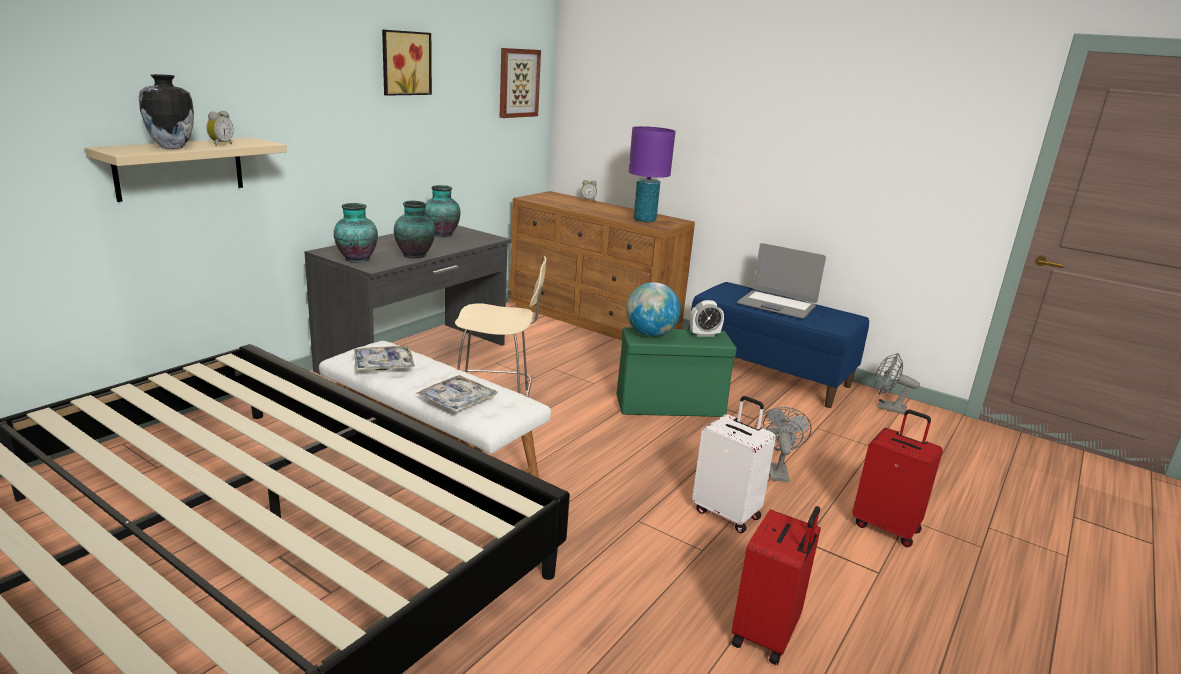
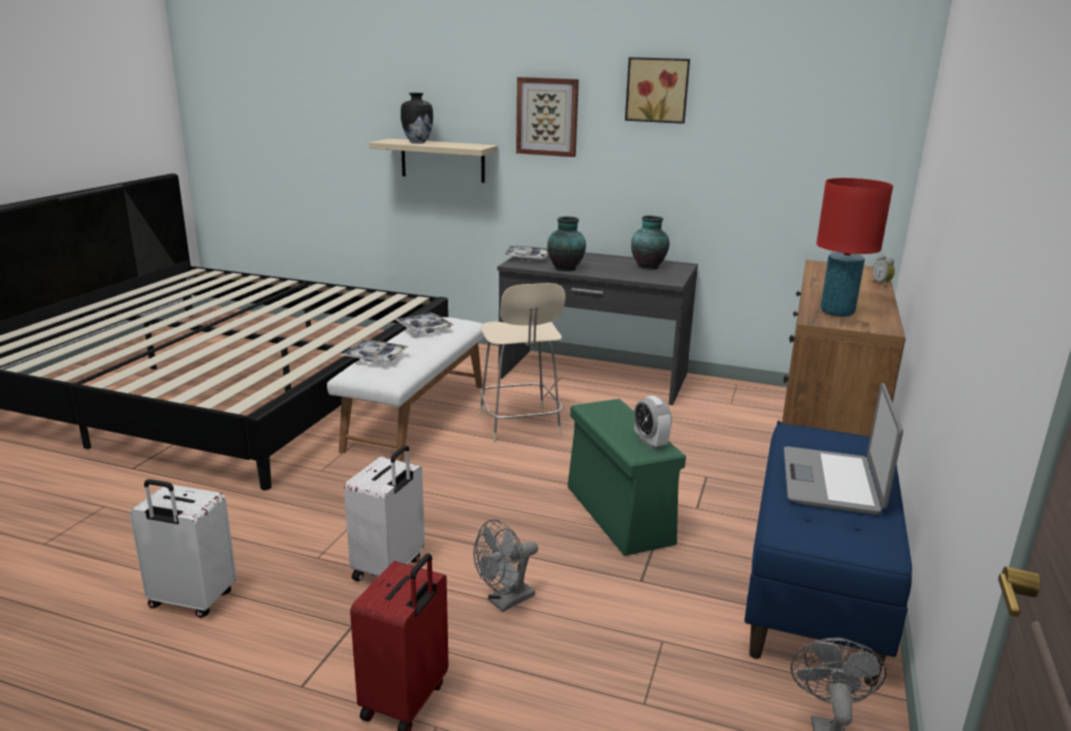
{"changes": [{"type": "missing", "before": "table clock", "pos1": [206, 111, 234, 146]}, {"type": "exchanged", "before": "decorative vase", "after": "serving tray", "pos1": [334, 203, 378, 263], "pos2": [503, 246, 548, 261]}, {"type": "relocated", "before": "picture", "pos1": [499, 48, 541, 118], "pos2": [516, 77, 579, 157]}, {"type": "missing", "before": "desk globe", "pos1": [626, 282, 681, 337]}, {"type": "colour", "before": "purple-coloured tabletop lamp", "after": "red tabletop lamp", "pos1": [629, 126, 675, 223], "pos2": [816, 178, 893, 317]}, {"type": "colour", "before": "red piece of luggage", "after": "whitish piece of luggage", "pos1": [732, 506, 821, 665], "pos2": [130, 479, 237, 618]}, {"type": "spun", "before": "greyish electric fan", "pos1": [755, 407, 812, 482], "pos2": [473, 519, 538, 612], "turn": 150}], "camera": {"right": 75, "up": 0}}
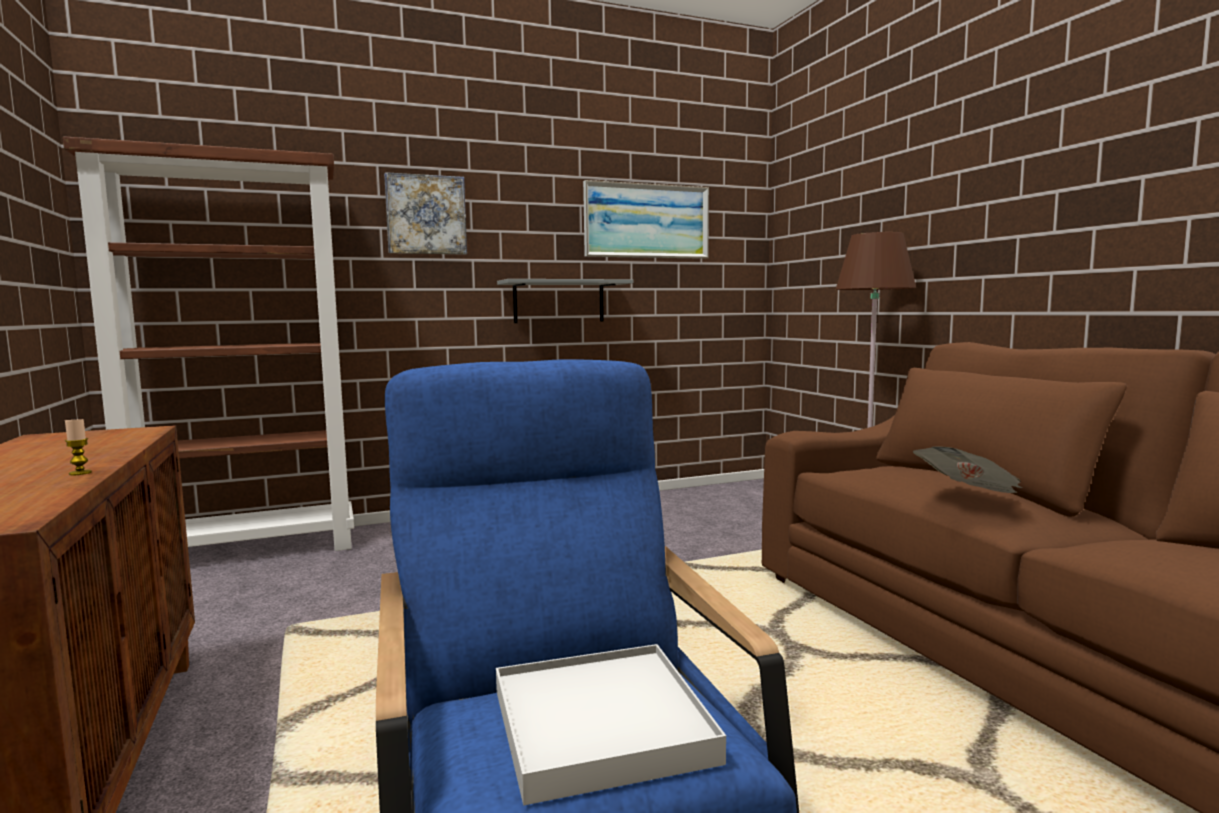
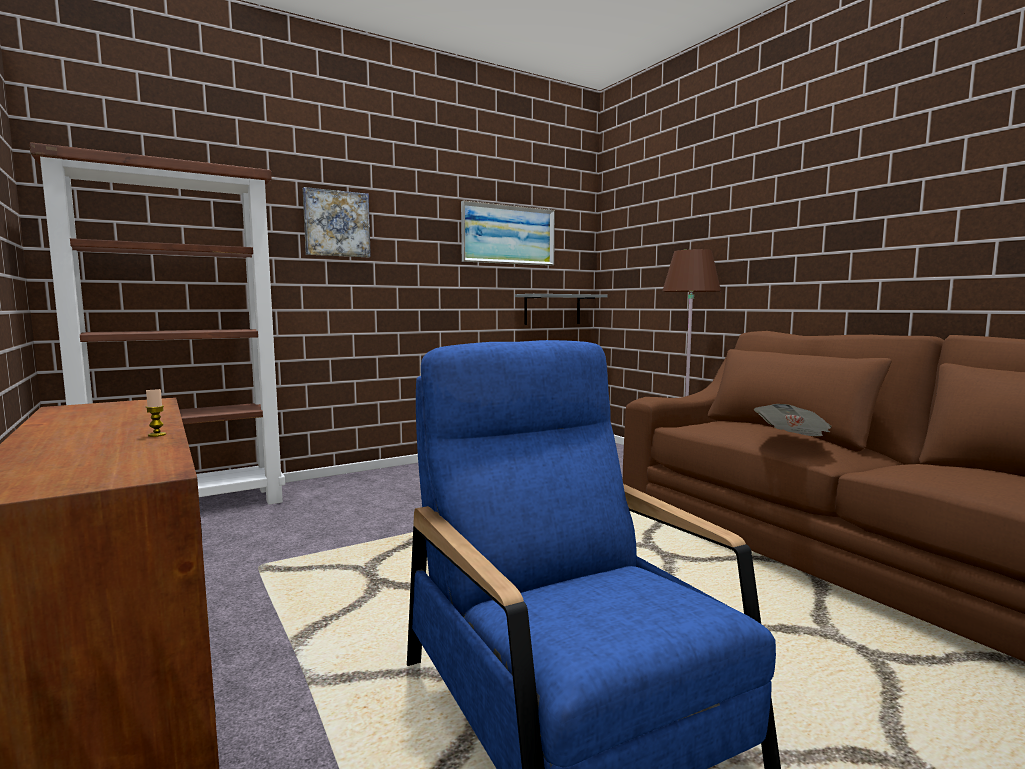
{"changes": [{"type": "missing", "before": "whitish serving tray", "pos1": [496, 644, 726, 805]}, {"type": "relocated", "before": "greyish bracket shelf", "pos1": [497, 279, 633, 323], "pos2": [515, 294, 608, 325]}], "camera": {"right": -10, "up": 0}}
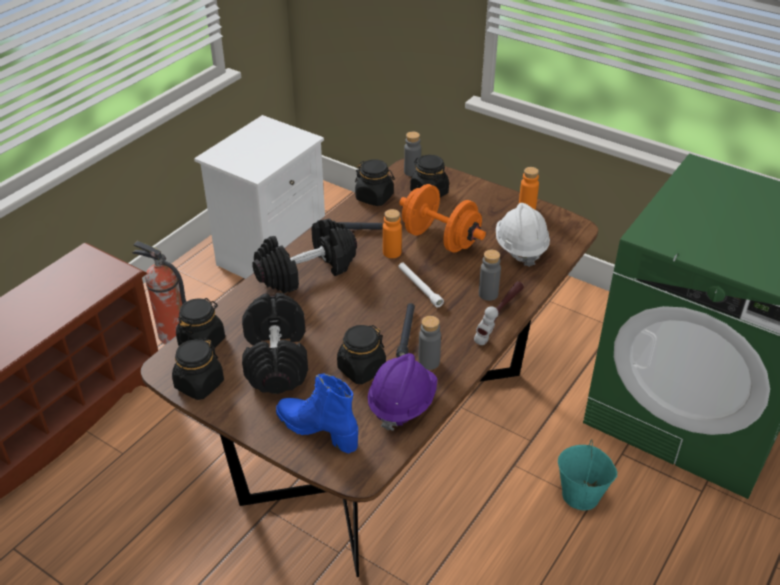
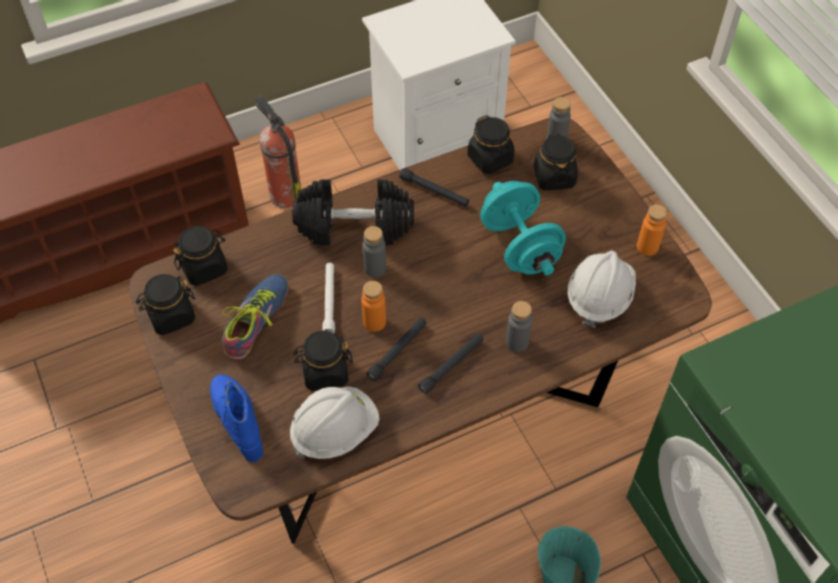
{"changes": [{"type": "exchanged", "before": "black-coloured hand weight", "after": "shoe", "pos1": [242, 293, 308, 394], "pos2": [222, 274, 288, 360]}, {"type": "colour", "before": "purple-coloured hard hat", "after": "whitish hard hat", "pos1": [367, 353, 437, 431], "pos2": [290, 386, 380, 459]}, {"type": "relocated", "before": "orangey beverage bottle", "pos1": [383, 209, 402, 258], "pos2": [361, 281, 386, 332]}, {"type": "relocated", "before": "whitish torch", "pos1": [398, 263, 444, 308], "pos2": [322, 263, 335, 334]}, {"type": "colour", "before": "orangey hand weight", "after": "turquoise hand weight", "pos1": [399, 184, 486, 253], "pos2": [480, 181, 566, 275]}, {"type": "relocated", "before": "greyish beverage bottle", "pos1": [418, 316, 441, 370], "pos2": [363, 226, 386, 277]}, {"type": "missing", "before": "hand hammer", "pos1": [474, 281, 524, 345]}, {"type": "appeared", "after": "black-coloured torch", "pos2": [418, 334, 483, 394]}], "camera": {"right": 30, "up": 15}}
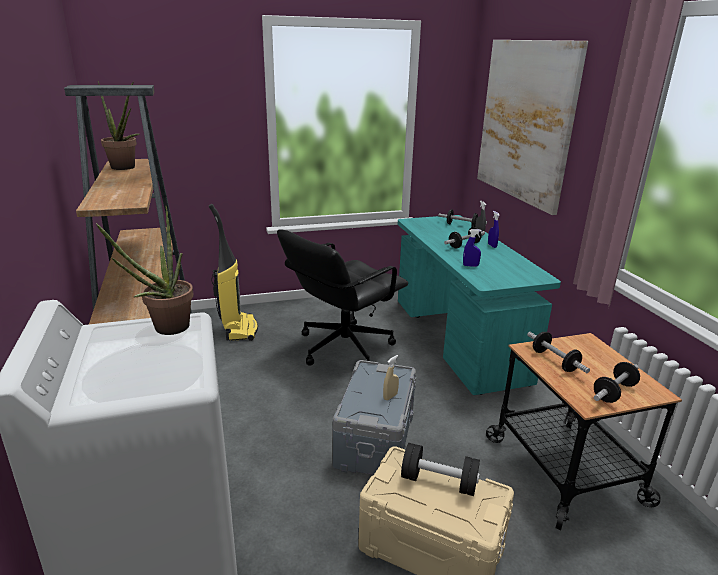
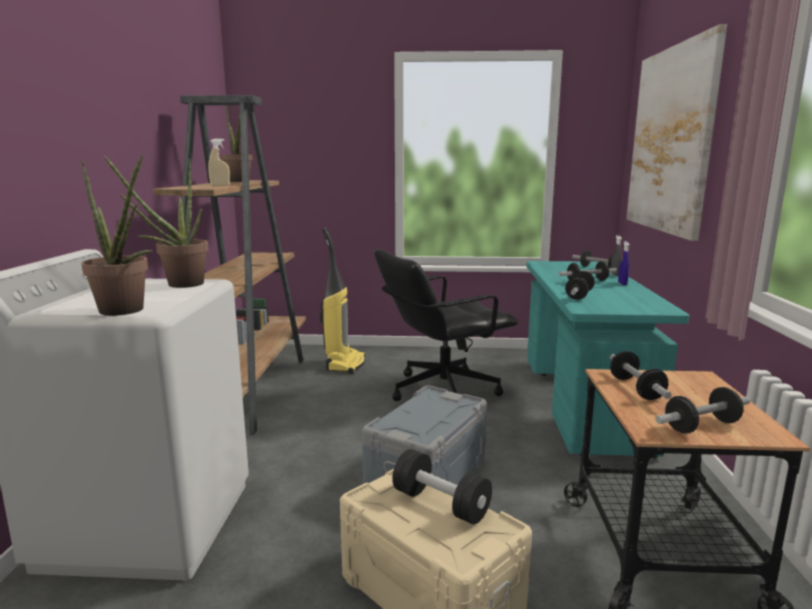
{"changes": [{"type": "relocated", "before": "beige-coloured sprayer", "pos1": [383, 355, 399, 400], "pos2": [208, 139, 230, 186]}, {"type": "exchanged", "before": "bluish sprayer", "after": "hand weight", "pos1": [463, 229, 482, 267], "pos2": [565, 271, 595, 300]}, {"type": "appeared", "after": "potted plant", "pos2": [81, 155, 153, 316]}], "camera": {"right": 20, "up": -10}}
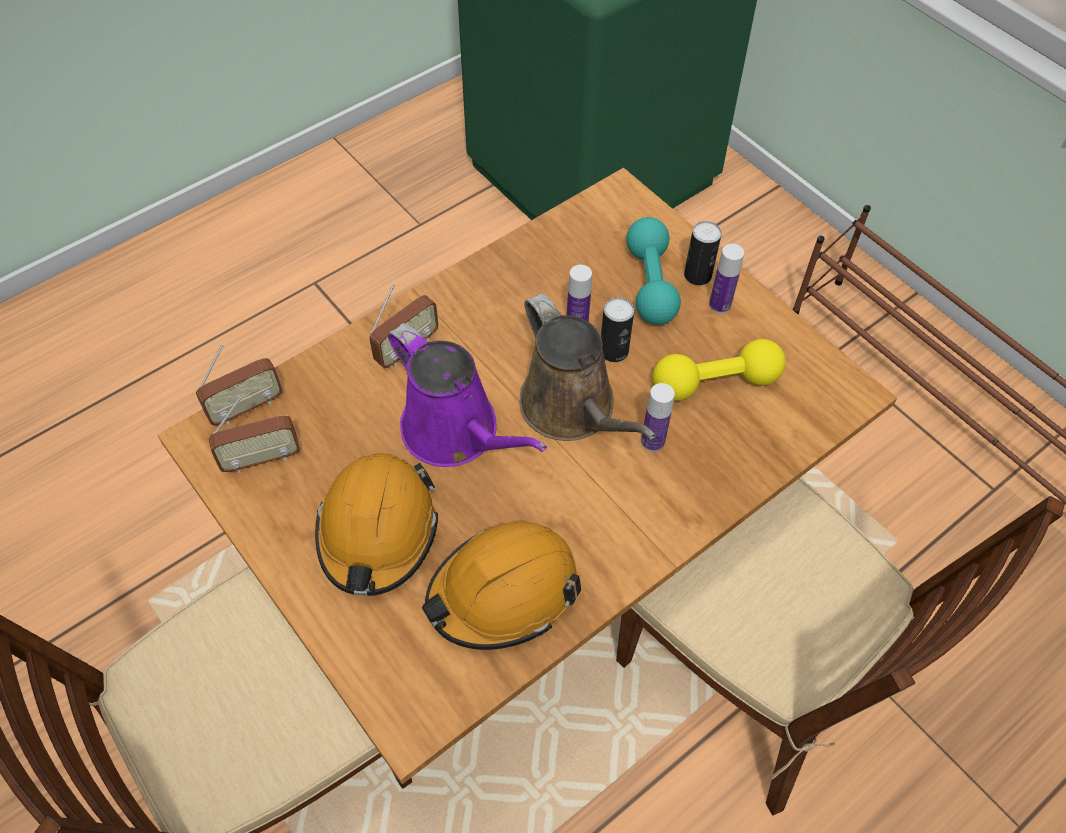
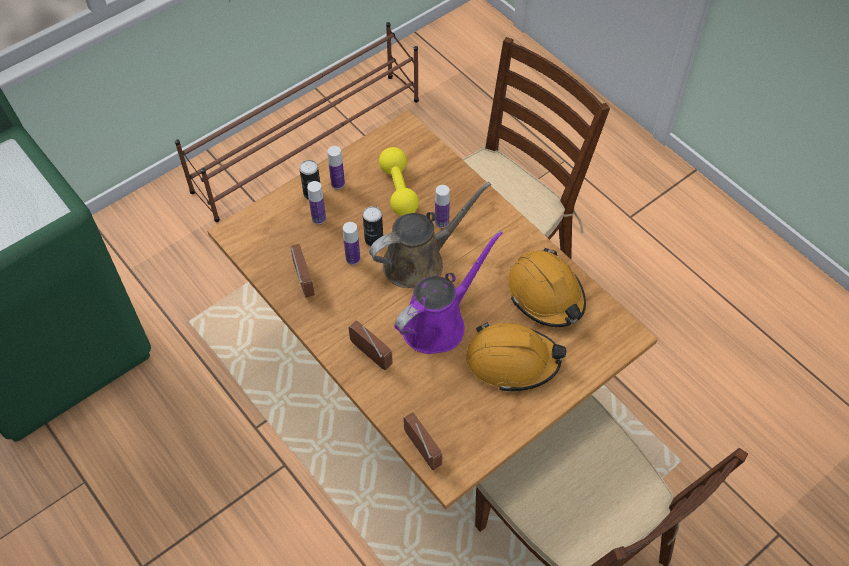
{"changes": [{"type": "relocated", "before": "radio set", "pos1": [209, 397, 300, 473], "pos2": [290, 244, 315, 298]}, {"type": "exchanged", "before": "turquoise hand weight", "after": "beverage bottle", "pos1": [626, 217, 681, 325], "pos2": [307, 181, 326, 224]}], "camera": {"right": -90, "up": 0}}
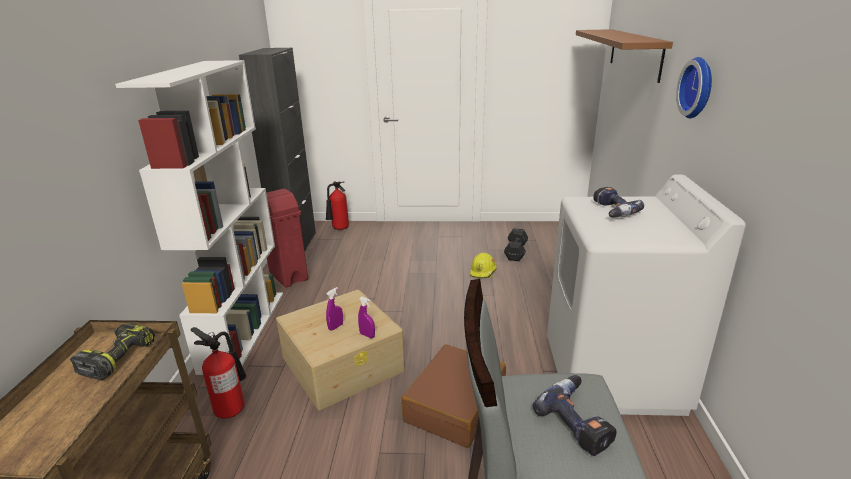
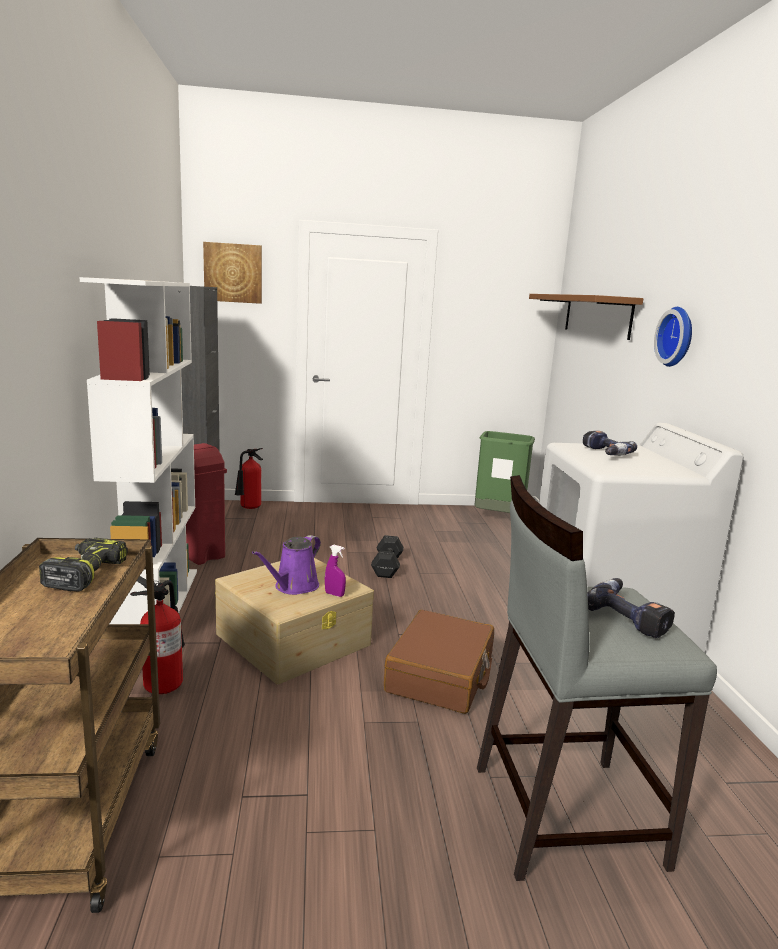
{"changes": [{"type": "exchanged", "before": "purple-coloured sprayer", "after": "purple-coloured watering can", "pos1": [326, 287, 343, 331], "pos2": [252, 535, 321, 595]}, {"type": "missing", "before": "yellow-coloured hard hat", "pos1": [470, 252, 497, 278]}, {"type": "relocated", "before": "black-coloured hand weight", "pos1": [504, 228, 528, 261], "pos2": [371, 535, 404, 578]}, {"type": "appeared", "after": "picture", "pos2": [203, 242, 262, 304]}, {"type": "appeared", "after": "green-coloured waste bin", "pos2": [474, 431, 535, 513]}], "camera": {"right": -10, "up": -10}}
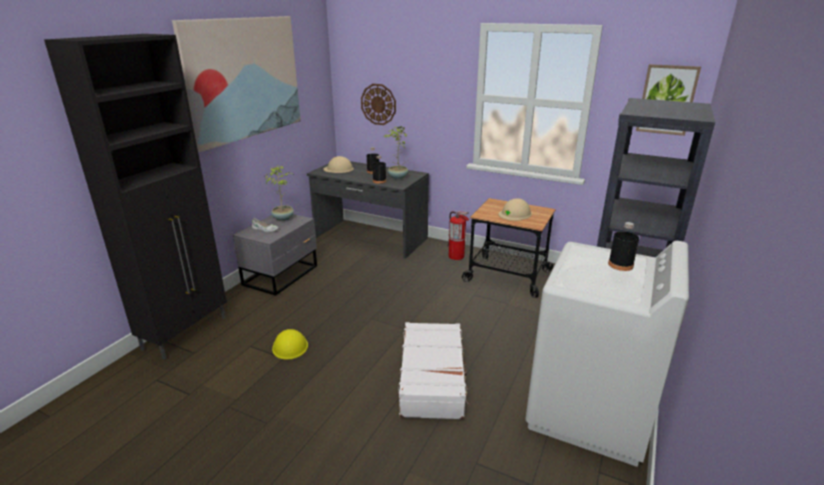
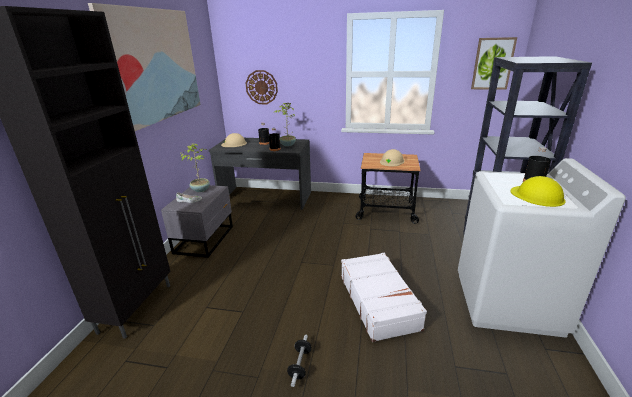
{"changes": [{"type": "relocated", "before": "yellow-coloured hard hat", "pos1": [272, 329, 308, 360], "pos2": [511, 176, 565, 207]}, {"type": "missing", "before": "extinguisher", "pos1": [447, 211, 469, 260]}, {"type": "appeared", "after": "hand weight", "pos2": [287, 335, 312, 387]}], "camera": {"right": -15, "up": 0}}
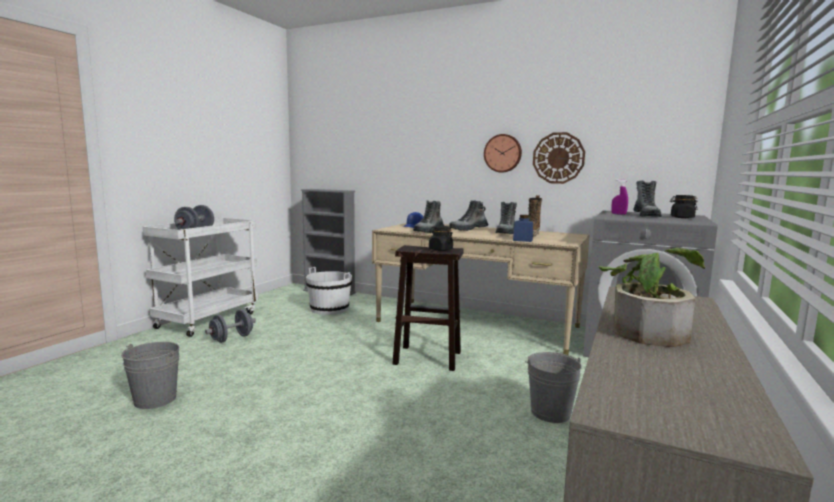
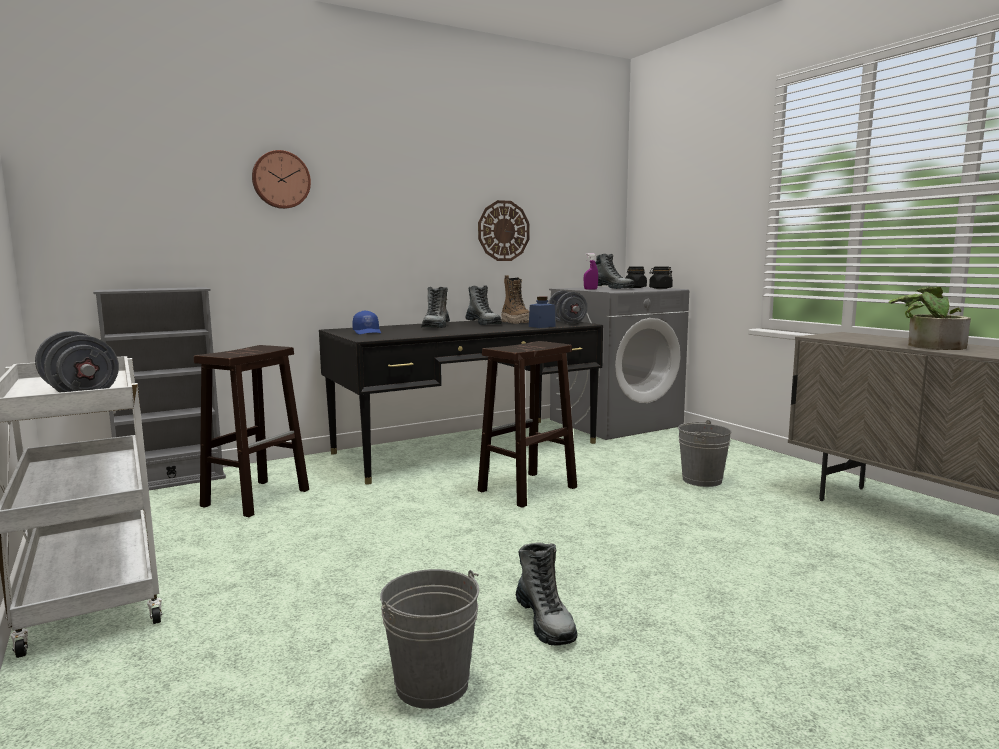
{"changes": [{"type": "relocated", "before": "greyish hand weight", "pos1": [205, 310, 256, 343], "pos2": [548, 291, 588, 324]}, {"type": "exchanged", "before": "whitish pail", "after": "brown sitting stool", "pos1": [306, 267, 352, 315], "pos2": [194, 345, 309, 517]}, {"type": "colour", "before": "beige-coloured desk", "after": "black-coloured desk", "pos1": [372, 223, 590, 355], "pos2": [319, 320, 603, 485]}, {"type": "relocated", "before": "high-top boot", "pos1": [413, 200, 444, 233], "pos2": [516, 542, 577, 646]}, {"type": "relocated", "before": "black-coloured preserve jar", "pos1": [429, 226, 453, 251], "pos2": [649, 267, 673, 289]}, {"type": "relocated", "before": "wall clock", "pos1": [484, 134, 522, 172], "pos2": [252, 150, 311, 209]}], "camera": {"right": -55, "up": 0}}
